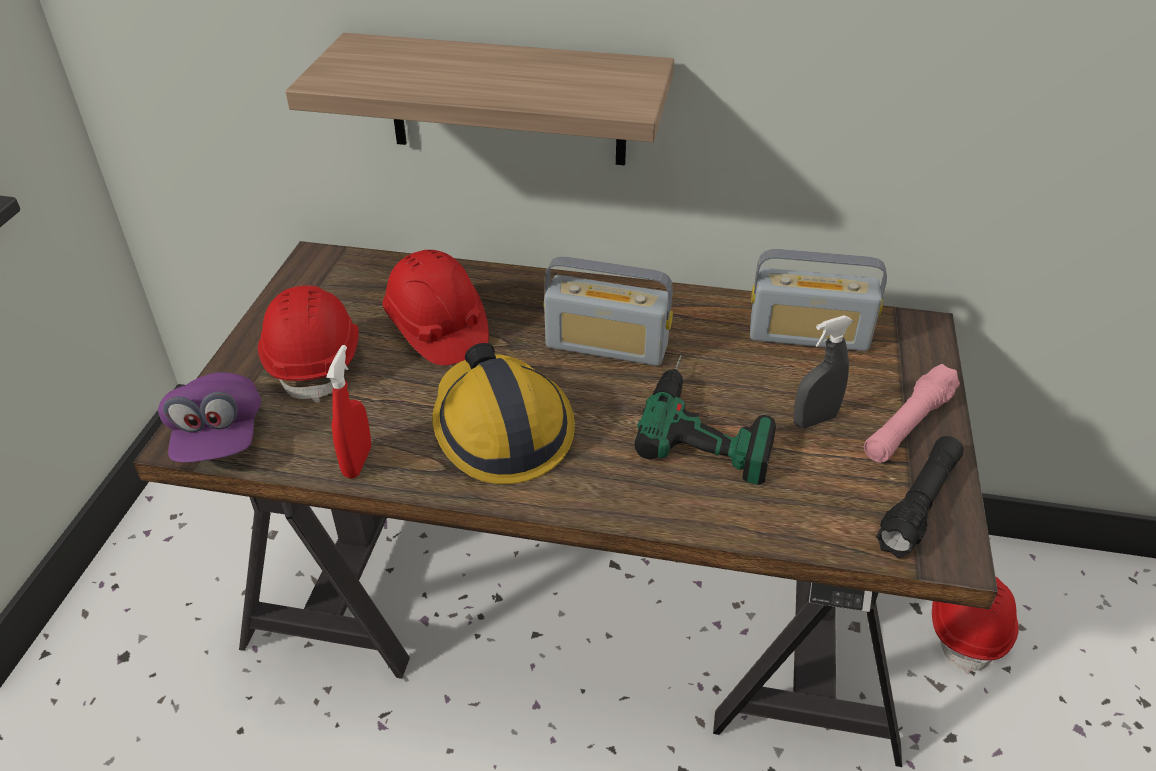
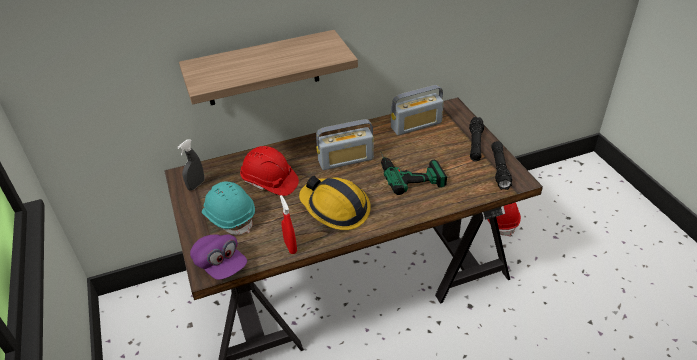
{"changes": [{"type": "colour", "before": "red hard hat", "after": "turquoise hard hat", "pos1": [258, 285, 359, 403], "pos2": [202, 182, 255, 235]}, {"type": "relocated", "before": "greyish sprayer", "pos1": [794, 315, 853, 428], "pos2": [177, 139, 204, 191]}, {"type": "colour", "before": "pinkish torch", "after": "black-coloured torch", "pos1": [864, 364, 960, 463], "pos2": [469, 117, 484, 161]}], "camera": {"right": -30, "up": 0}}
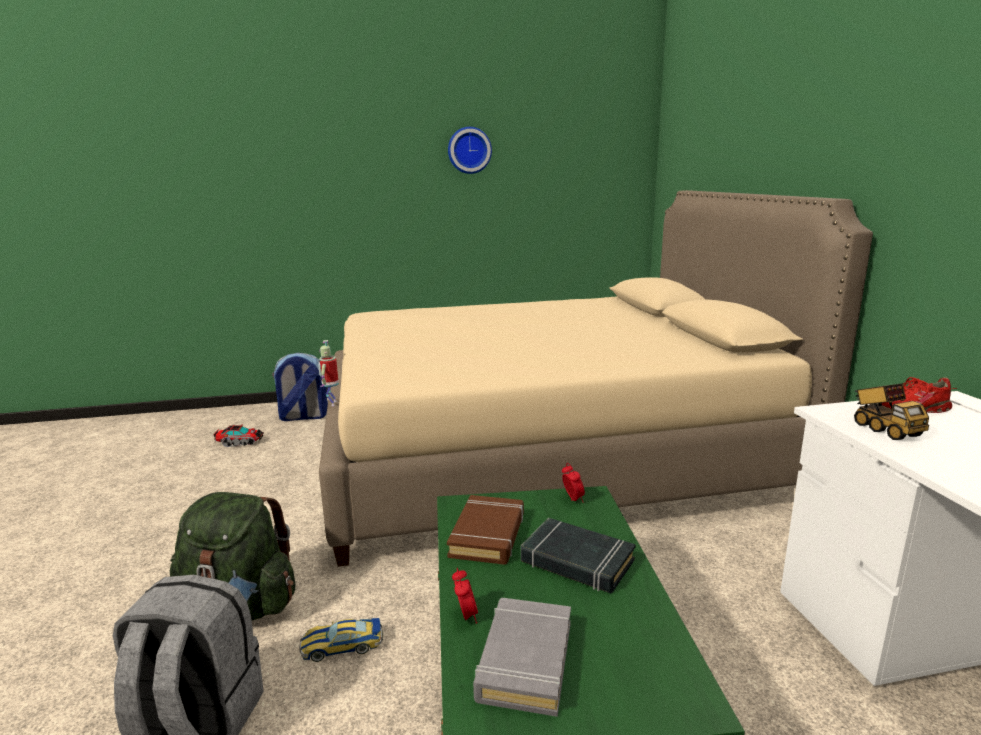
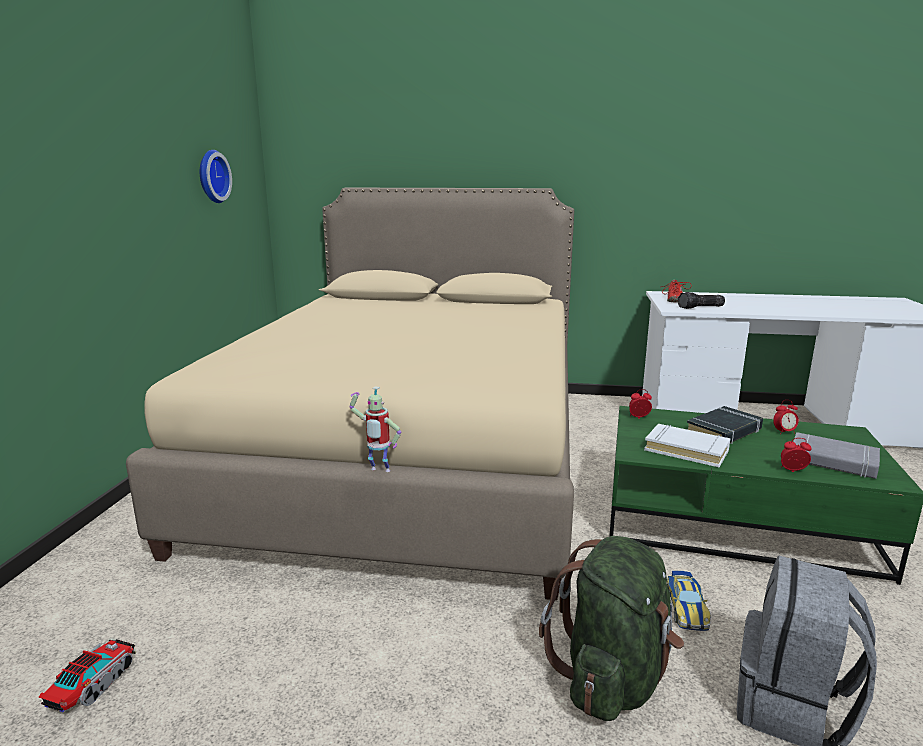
{"changes": [{"type": "missing", "before": "knapsack", "pos1": [271, 353, 328, 421]}, {"type": "colour", "before": "brown bound book", "after": "whitish bound book", "pos1": [447, 495, 524, 565], "pos2": [644, 424, 730, 467]}, {"type": "relocated", "before": "wall clock", "pos1": [448, 127, 492, 174], "pos2": [200, 150, 232, 203]}, {"type": "exchanged", "before": "toy truck", "after": "torch", "pos1": [854, 383, 929, 440], "pos2": [678, 292, 725, 309]}, {"type": "appeared", "after": "table clock", "pos2": [773, 400, 799, 434]}], "camera": {"right": -70, "up": 0}}
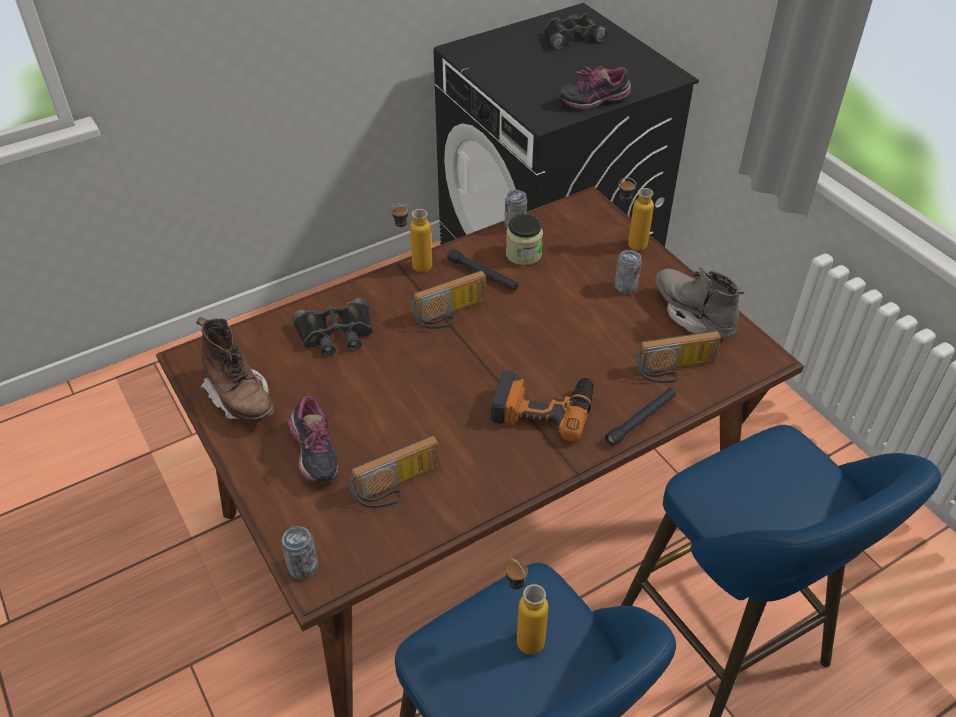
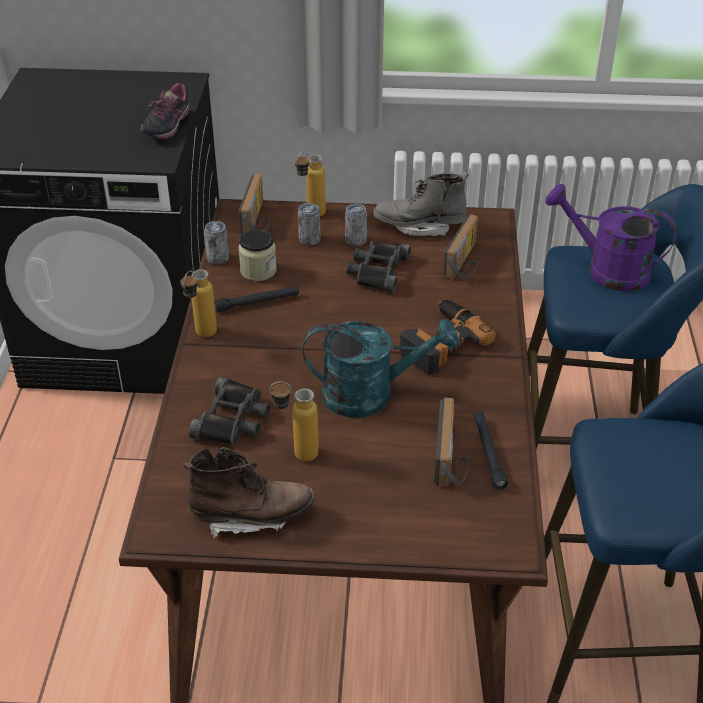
{"changes": [{"type": "relocated", "before": "can", "pos1": [282, 526, 318, 579], "pos2": [298, 203, 320, 246]}, {"type": "missing", "before": "shoe", "pos1": [288, 395, 338, 482]}, {"type": "relocated", "before": "radio set", "pos1": [412, 270, 486, 329], "pos2": [238, 174, 270, 235]}, {"type": "relocated", "before": "beverage bottle", "pos1": [506, 558, 548, 655], "pos2": [269, 381, 319, 461]}, {"type": "relocated", "before": "black-coloured binoculars", "pos1": [544, 14, 608, 49], "pos2": [347, 241, 411, 293]}, {"type": "relocated", "before": "black-coloured torch", "pos1": [605, 388, 676, 447], "pos2": [474, 412, 508, 490]}, {"type": "appeared", "after": "turquoise watering can", "pos2": [303, 319, 458, 418]}, {"type": "appeared", "after": "purple-coloured watering can", "pos2": [545, 184, 677, 292]}], "camera": {"right": -55, "up": -5}}
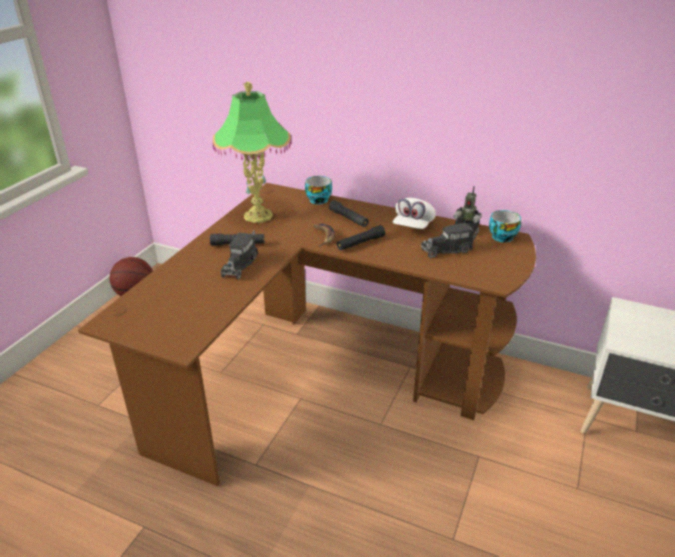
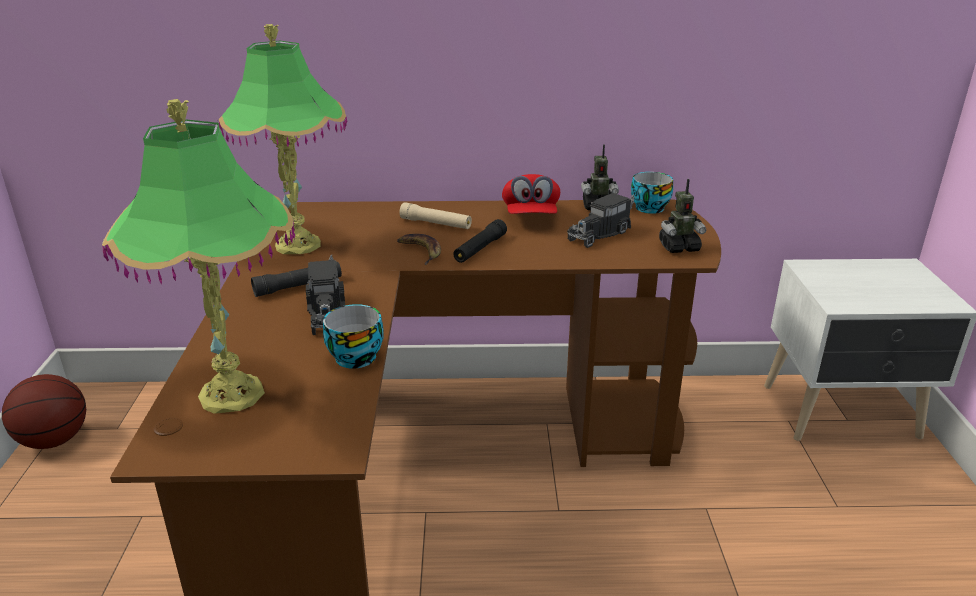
{"changes": [{"type": "relocated", "before": "cup", "pos1": [305, 176, 332, 204], "pos2": [323, 304, 384, 369]}, {"type": "colour", "before": "black-coloured torch", "after": "beige-coloured torch", "pos1": [329, 200, 369, 227], "pos2": [399, 202, 472, 229]}, {"type": "colour", "before": "whitish peaked cap", "after": "red peaked cap", "pos1": [393, 198, 436, 229], "pos2": [502, 174, 560, 214]}, {"type": "appeared", "after": "tabletop lamp", "pos2": [102, 99, 295, 414]}, {"type": "appeared", "after": "model robot", "pos2": [659, 179, 706, 253]}], "camera": {"right": -25, "up": -5}}
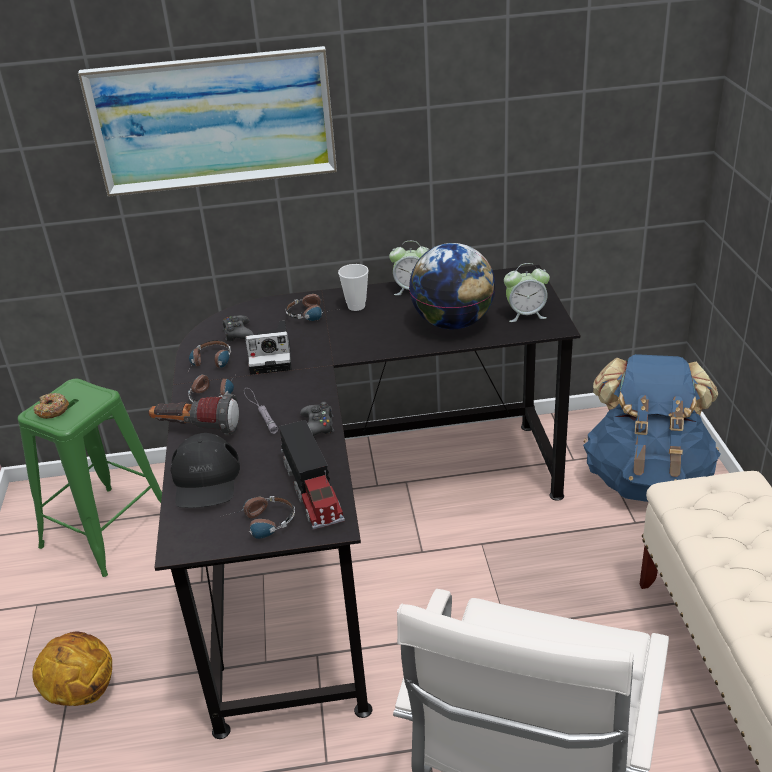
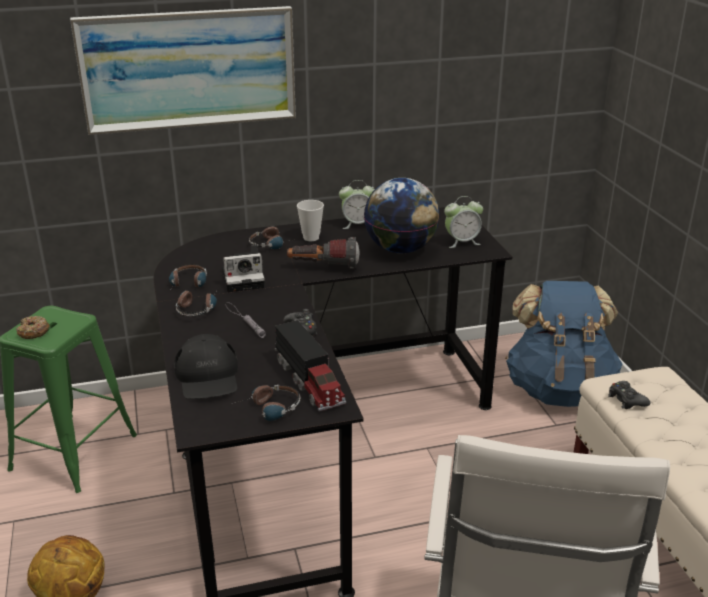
{"changes": [{"type": "relocated", "before": "torch", "pos1": [149, 394, 239, 435], "pos2": [287, 237, 360, 269]}, {"type": "relocated", "before": "black-coloured gamepad", "pos1": [222, 315, 254, 342], "pos2": [608, 381, 651, 409]}], "camera": {"right": -10, "up": -5}}
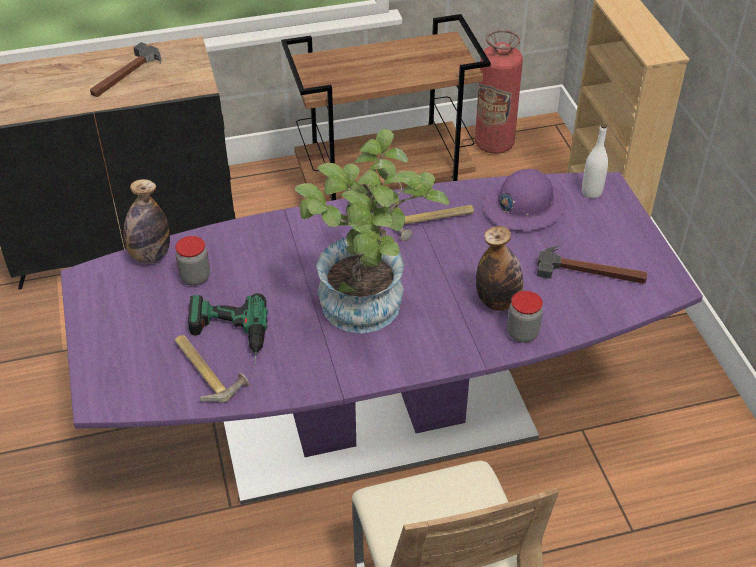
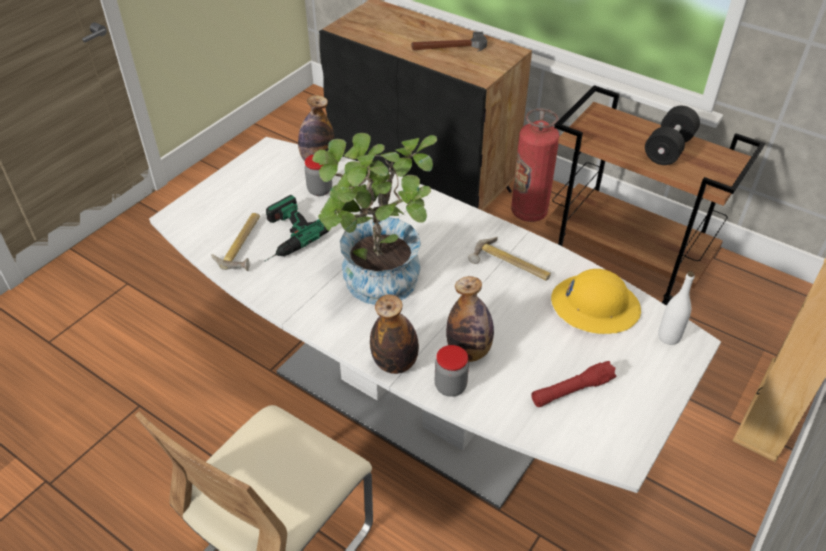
{"changes": [{"type": "colour", "before": "purple-coloured kitchen table", "after": "whitish kitchen table", "pos1": [61, 172, 703, 504], "pos2": [149, 137, 721, 509]}, {"type": "relocated", "before": "extinguisher", "pos1": [475, 30, 523, 154], "pos2": [511, 108, 560, 222]}, {"type": "colour", "before": "purple-coloured hard hat", "after": "yellow-coloured hard hat", "pos1": [484, 169, 566, 231], "pos2": [551, 269, 641, 334]}, {"type": "exchanged", "before": "hand hammer", "after": "red torch", "pos1": [537, 246, 647, 284], "pos2": [531, 361, 617, 407]}, {"type": "appeared", "after": "beverage bottle", "pos2": [370, 294, 419, 374]}, {"type": "appeared", "after": "black-coloured hand weight", "pos2": [645, 106, 700, 165]}], "camera": {"right": 50, "up": 0}}
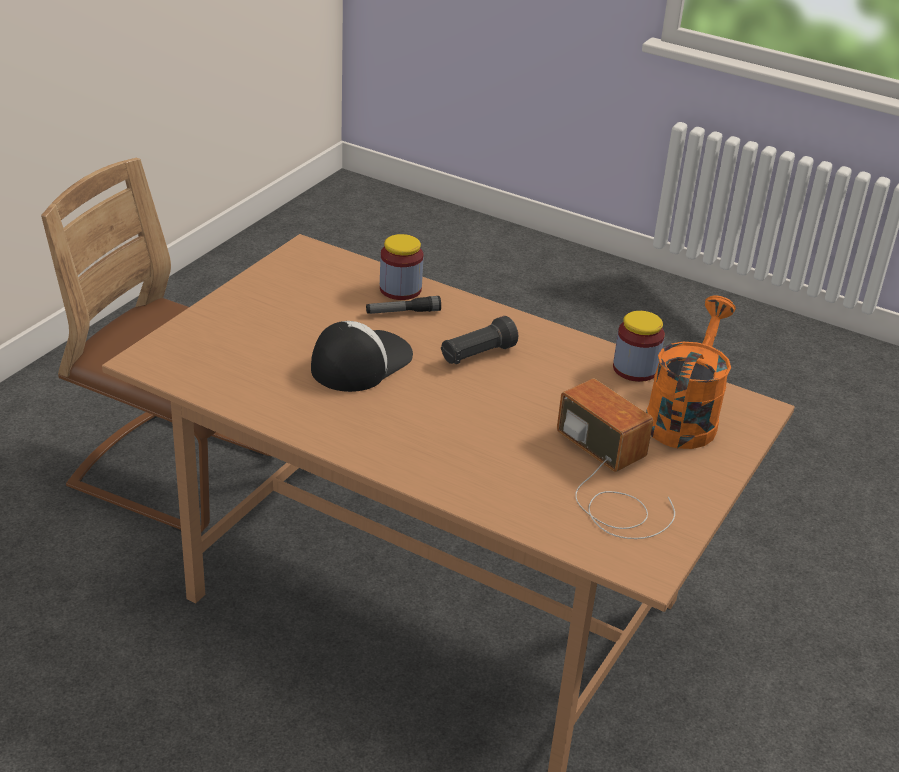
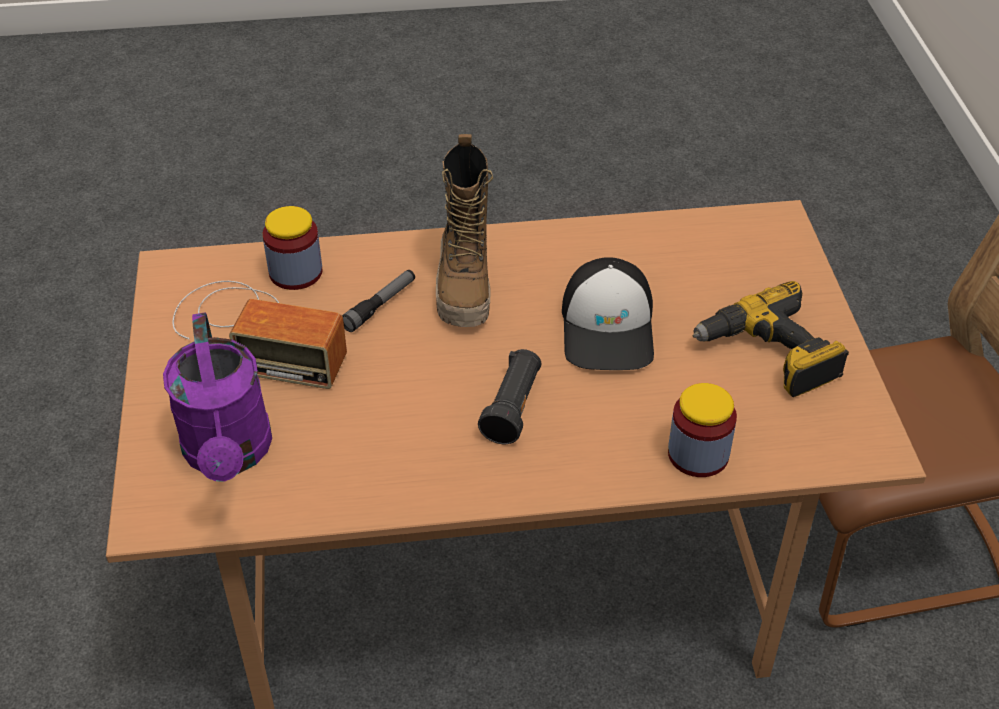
{"changes": [{"type": "relocated", "before": "torch", "pos1": [366, 296, 441, 314], "pos2": [342, 270, 415, 332]}, {"type": "relocated", "before": "preserve jar", "pos1": [613, 311, 665, 382], "pos2": [263, 206, 323, 290]}, {"type": "colour", "before": "orangey watering can", "after": "purple-coloured watering can", "pos1": [646, 295, 736, 449], "pos2": [163, 312, 272, 482]}, {"type": "appeared", "after": "high-top boot", "pos2": [436, 134, 494, 327]}, {"type": "appeared", "after": "electric drill", "pos2": [692, 281, 849, 397]}], "camera": {"right": 145, "up": 10}}
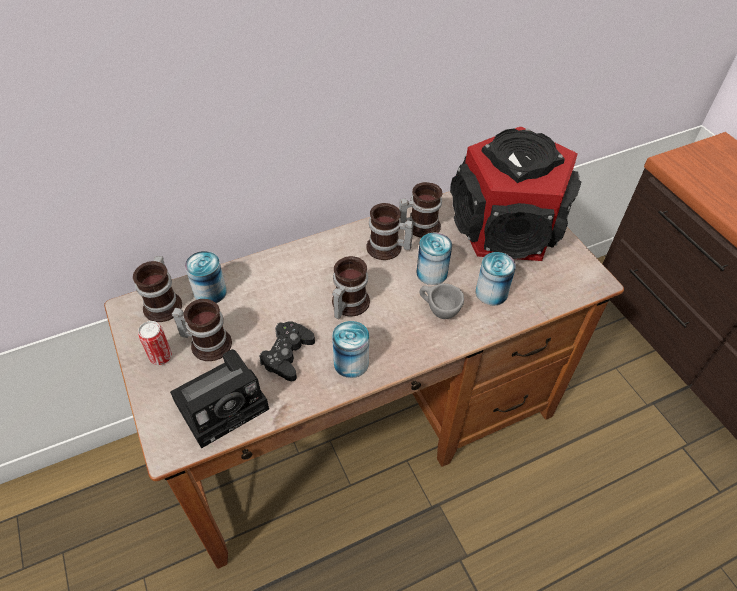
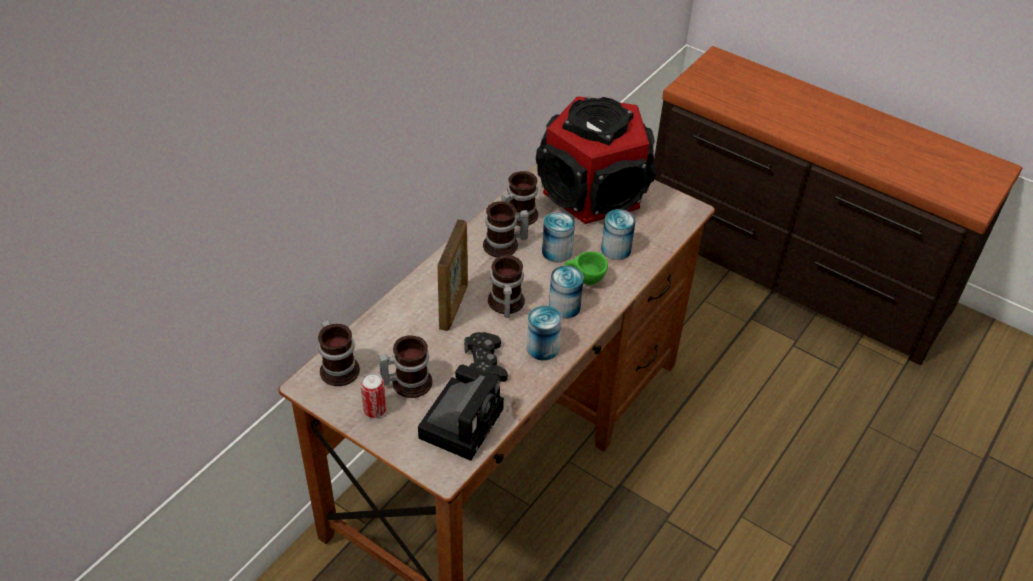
{"changes": [{"type": "relocated", "before": "can", "pos1": [185, 251, 227, 303], "pos2": [549, 266, 584, 319]}, {"type": "colour", "before": "greyish cup", "after": "green-coloured cup", "pos1": [420, 283, 464, 319], "pos2": [564, 251, 608, 285]}, {"type": "appeared", "after": "photo frame", "pos2": [437, 219, 468, 331]}], "camera": {"right": -30, "up": -5}}
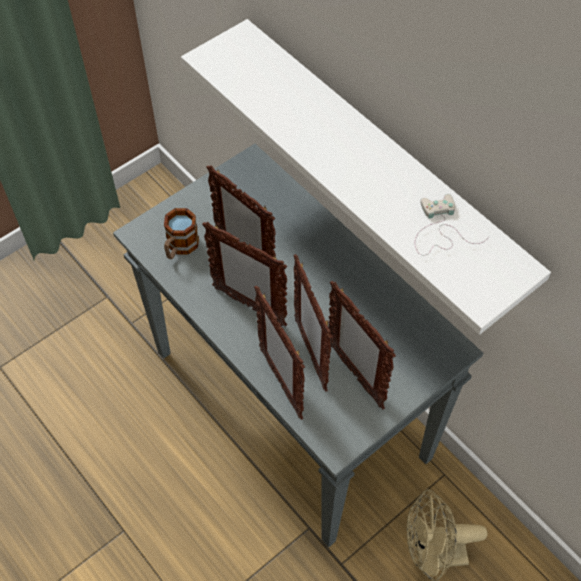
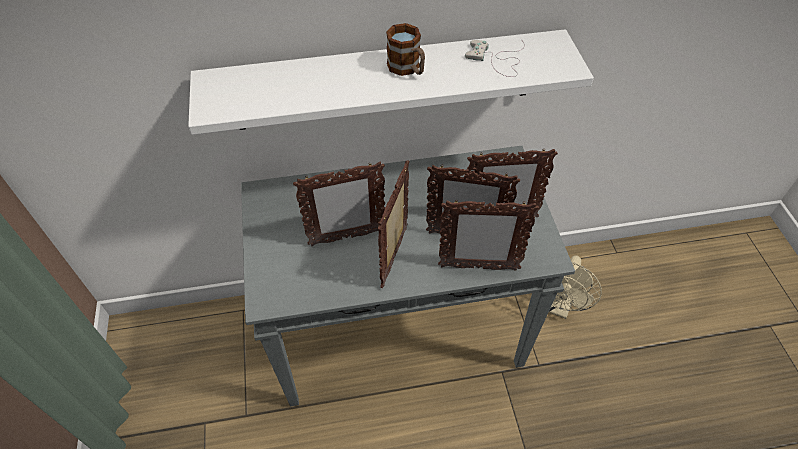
{"changes": [{"type": "relocated", "before": "mug", "pos1": [164, 208, 199, 259], "pos2": [386, 23, 425, 76]}, {"type": "spun", "before": "photo frame", "pos1": [202, 222, 287, 326], "pos2": [378, 160, 409, 288], "turn": 135}], "camera": {"right": -60, "up": -5}}
